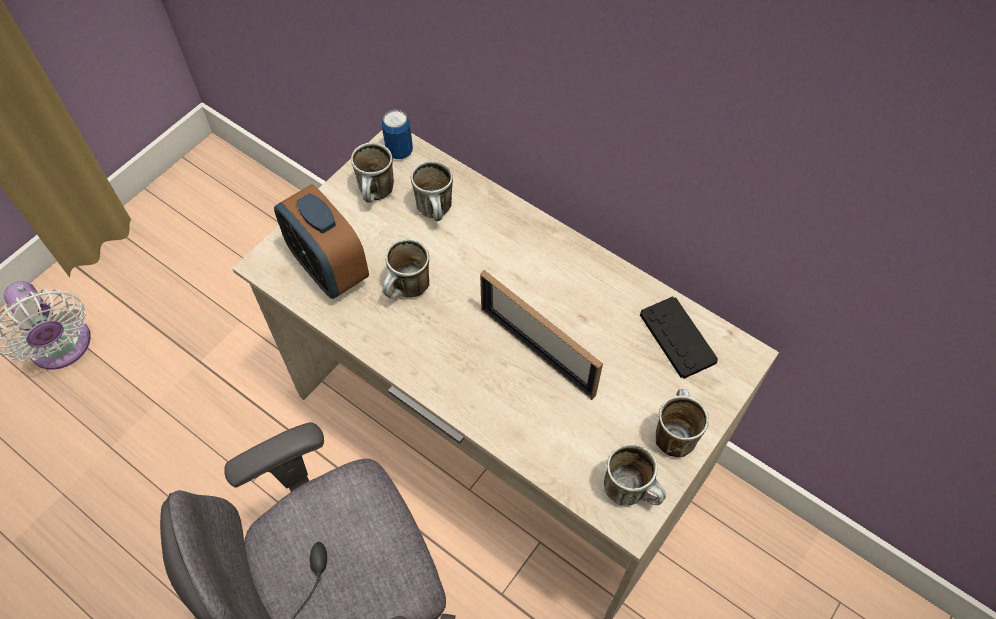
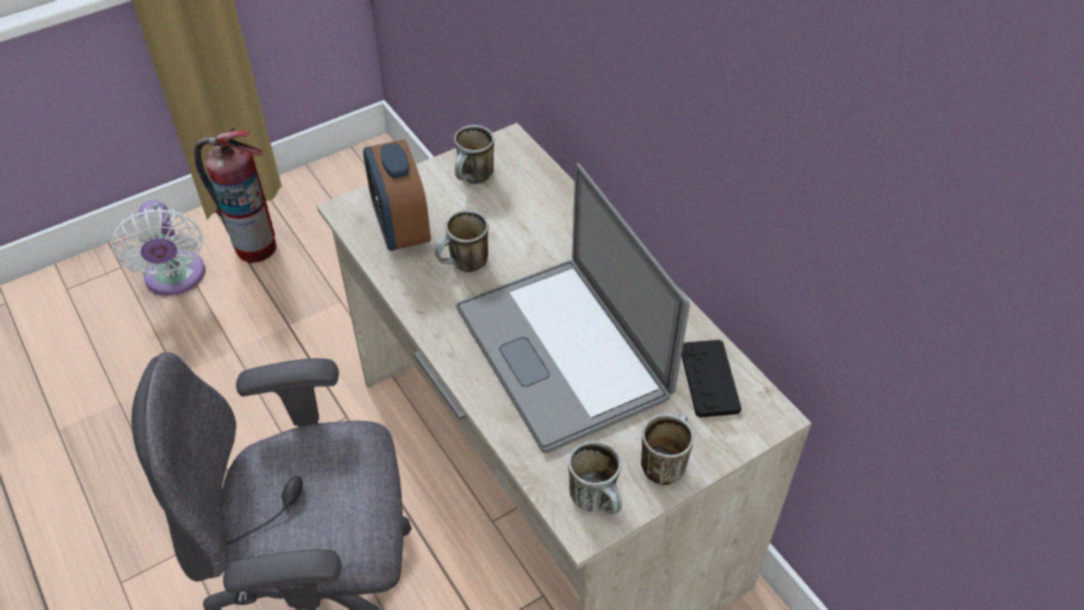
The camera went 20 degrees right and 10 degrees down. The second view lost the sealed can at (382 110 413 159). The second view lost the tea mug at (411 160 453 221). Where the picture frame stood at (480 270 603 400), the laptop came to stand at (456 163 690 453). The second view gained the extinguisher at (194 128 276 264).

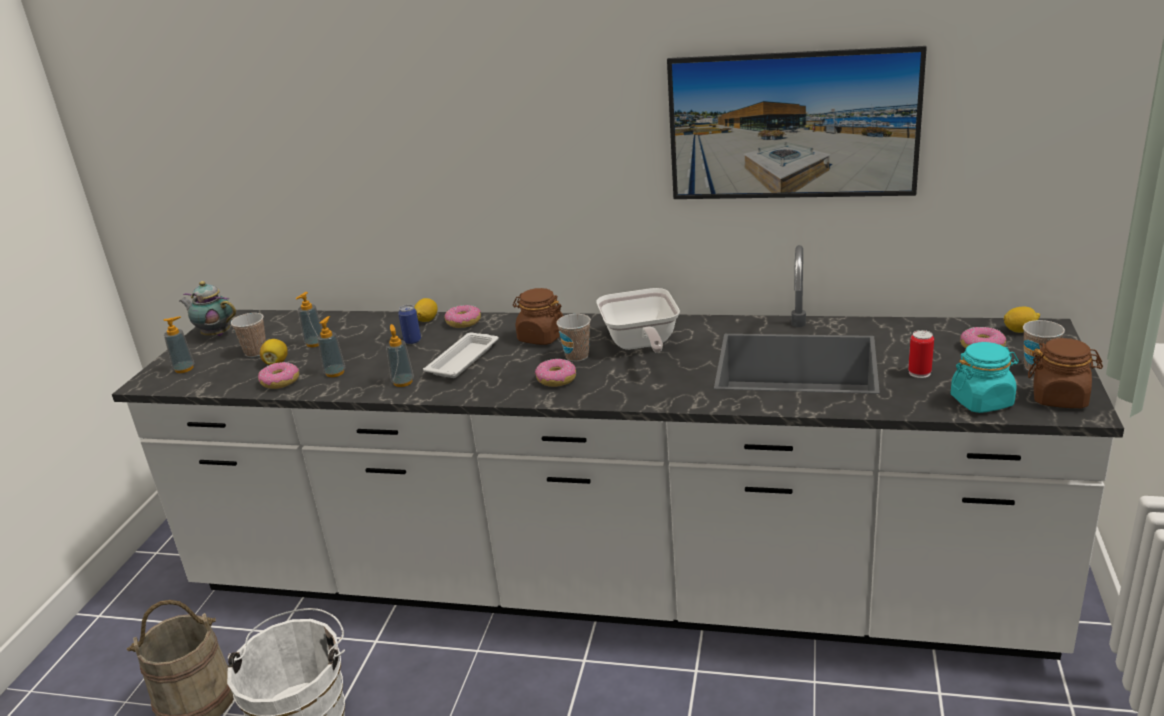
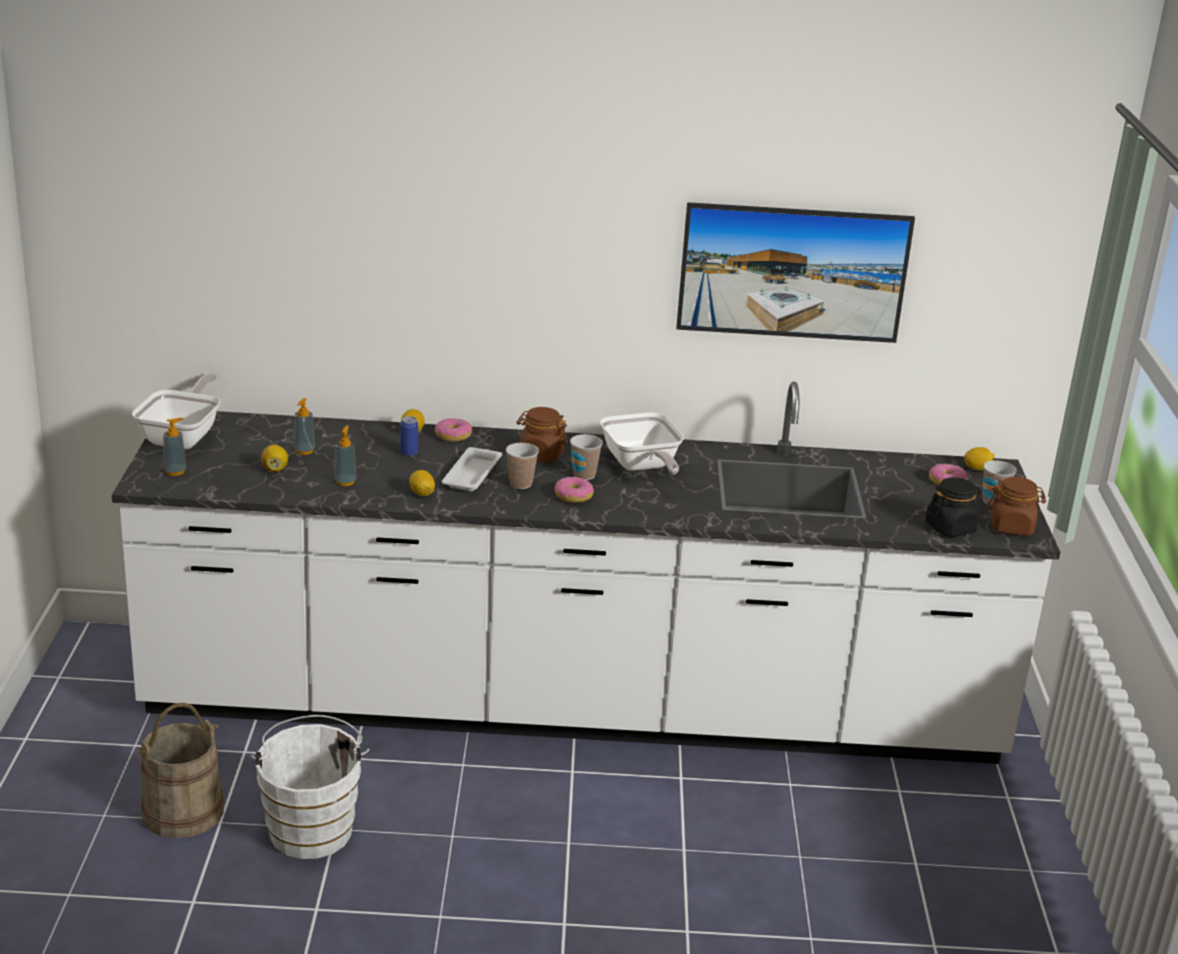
The camera went 15 degrees left and 0 degrees up. Where the pot for tea stood at (179 281 236 336), the frying pan came to stand at (132 373 221 449). The cup ended up elsewhere, having gone from (231 313 266 357) to (506 443 539 489). The second view lost the ring doughnut at (258 362 299 389). Where the soap bottle stood at (386 324 414 387), the citrus fruit came to stand at (409 470 435 496). The second view lost the sealed can at (908 330 934 378). What was the blue-green preserve jar at (951 342 1019 413) turned into the black preserve jar at (926 477 982 537).

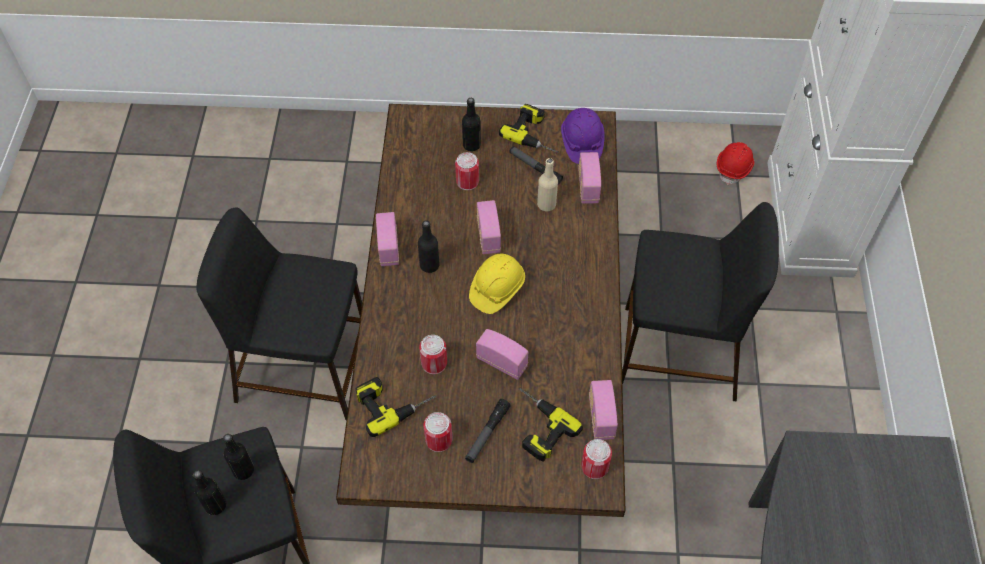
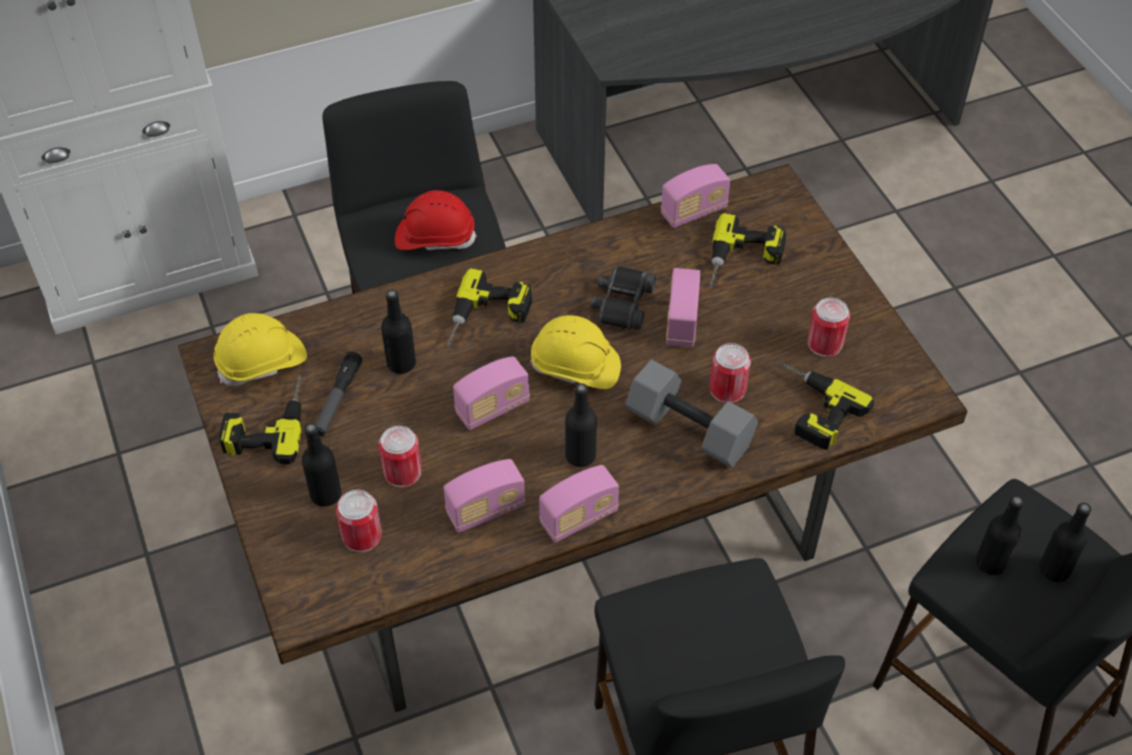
The camera went 115 degrees left and 5 degrees down. The second view lost the flashlight at (465 399 511 463). What was the sand-coloured drink bottle at (537 158 558 211) turned into the black drink bottle at (381 290 416 374). What was the purple work helmet at (561 108 605 164) turned into the yellowish work helmet at (214 313 307 386). The radio set ended up elsewhere, having gone from (578 152 601 204) to (444 459 526 533). The sealed can ended up elsewhere, having gone from (581 439 612 479) to (336 490 382 552). The red work helmet ended up elsewhere, having gone from (717 142 755 185) to (395 190 477 251). The second view gained the power drill at (447 268 532 347). The second view gained the black pair of binoculars at (590 266 656 330). The second view gained the grey free weight at (625 360 758 468).

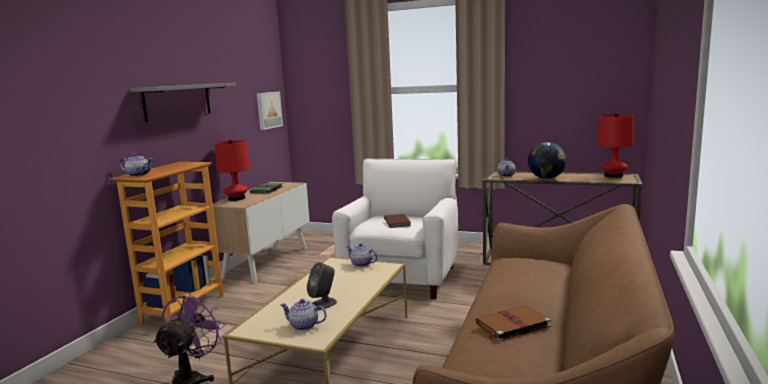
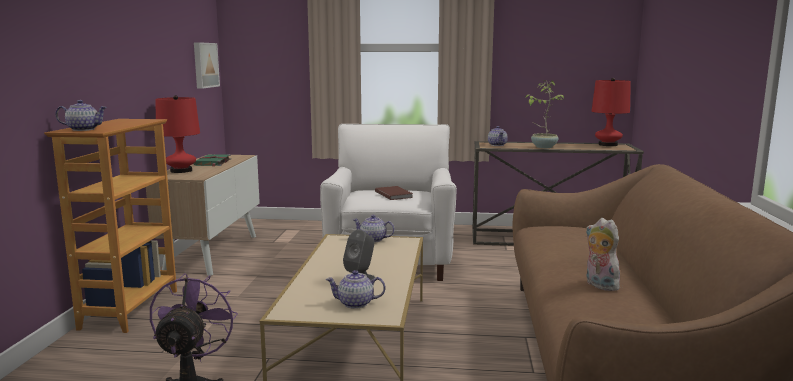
The camera went 15 degrees left and 0 degrees up. The second view lost the grey shelf at (130 83 236 122). Where the brown-coloured volume stood at (476 305 551 341), the cuddly toy came to stand at (586 218 620 291). Where the world globe stood at (528 142 566 179), the plant in a pot came to stand at (525 80 565 148).

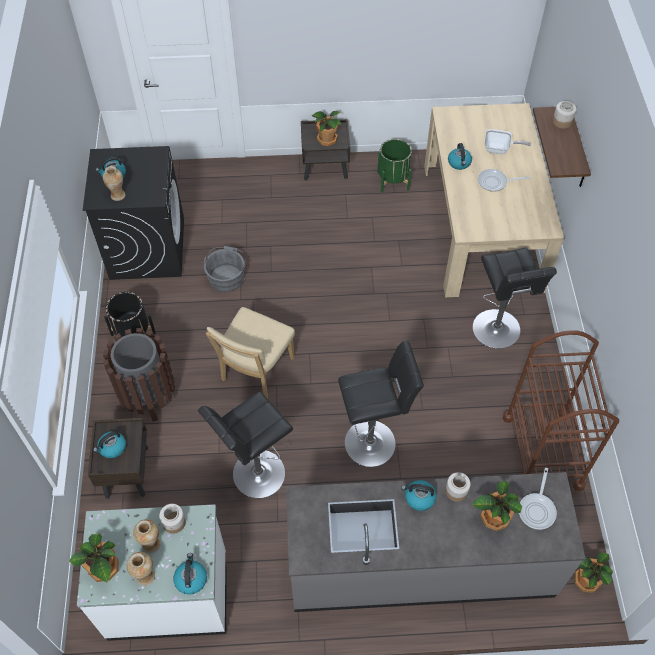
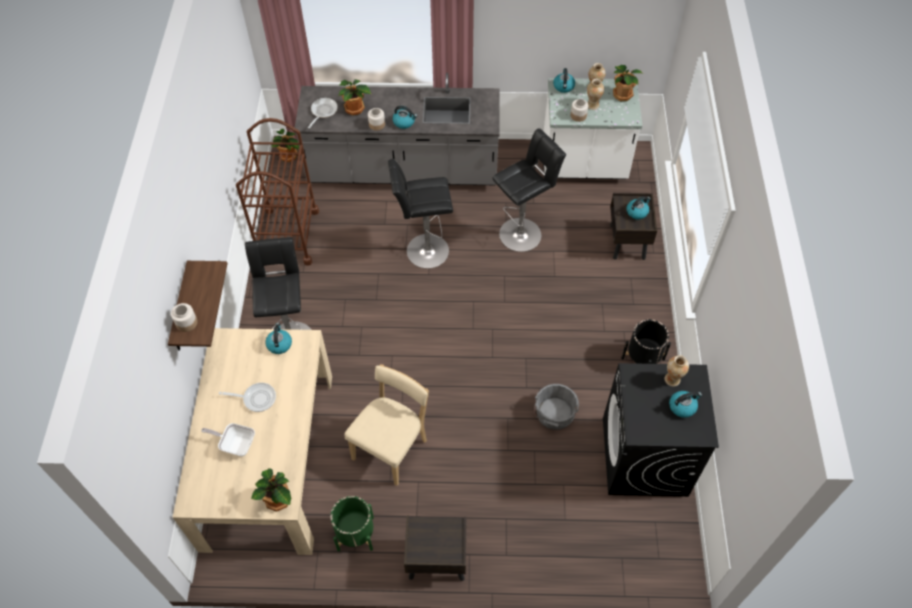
The camera went 175 degrees left and 0 degrees up. The second view lost the brown-coloured trash can at (103 328 175 422). The sand-coloured plain chair ended up elsewhere, having gone from (206 307 295 399) to (345 364 429 486). The plant in a pot ended up elsewhere, having gone from (312 111 342 147) to (251 468 291 512). The tea kettle ended up elsewhere, having gone from (448 143 472 170) to (265 323 292 354).

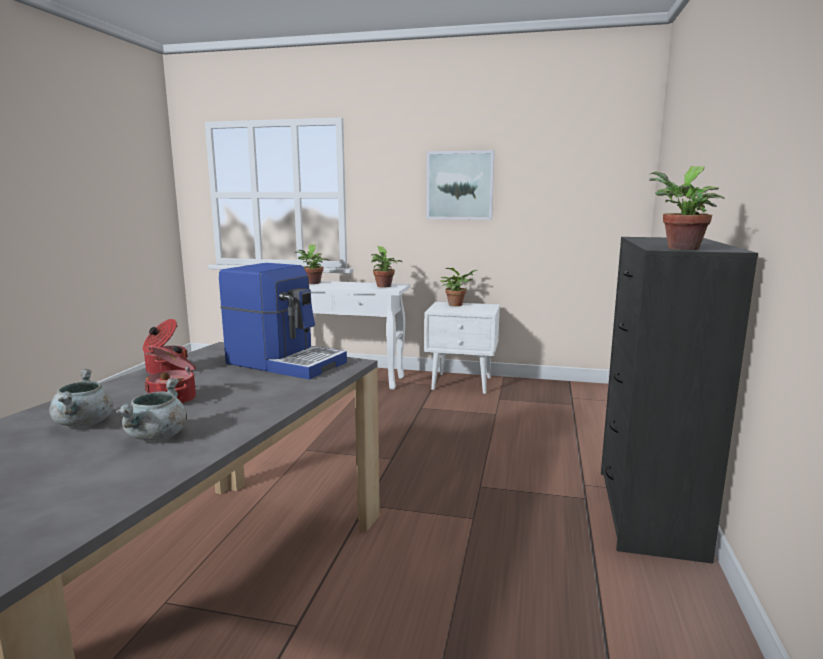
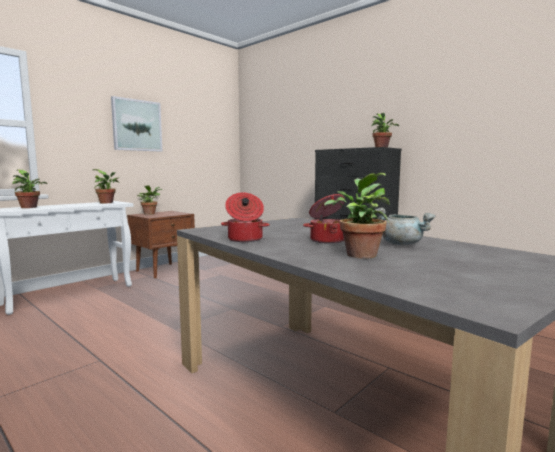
The camera went 60 degrees left and 5 degrees down. Where the grey cooking pot stood at (49 369 113 426), the plant in a pot came to stand at (324 173 390 259). The second view lost the coffee machine at (219 263 347 380). What was the white-coloured nightstand at (424 302 500 394) turned into the brown-coloured nightstand at (127 211 195 278).

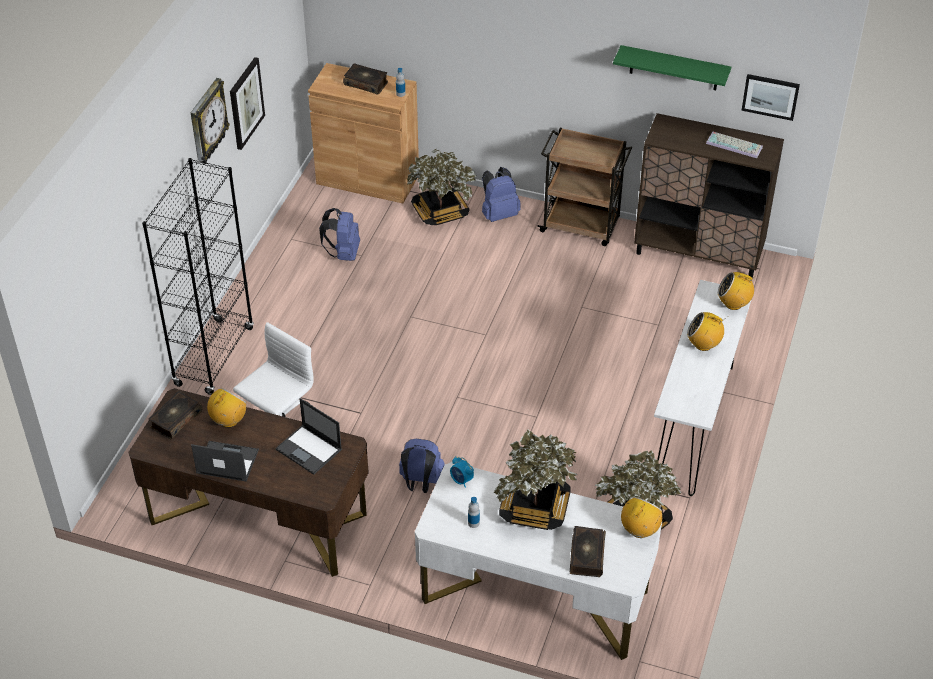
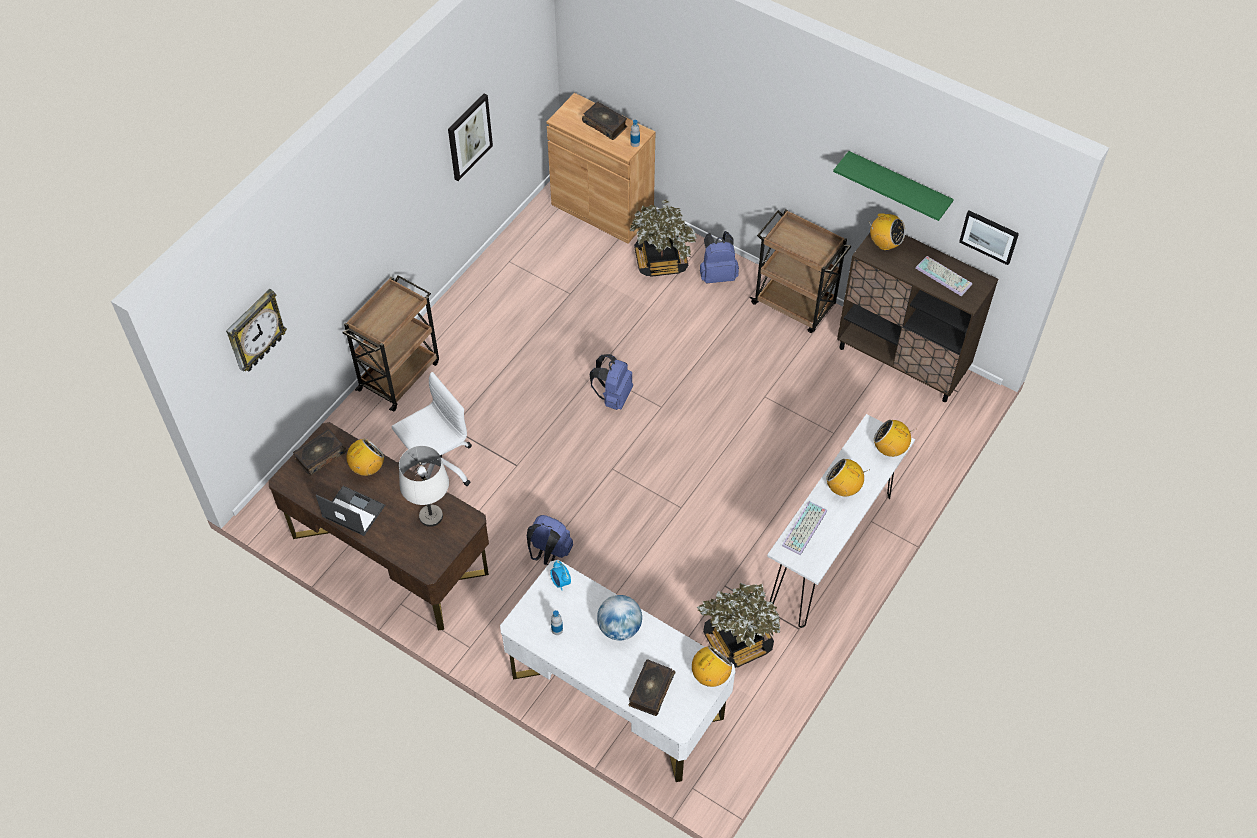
The camera went 15 degrees right and 10 degrees up. Where the black bookcase stood at (142 158 254 395), the brown-coloured wheeled cart came to stand at (343 275 439 411). The clock on the wall ended up elsewhere, having gone from (191 78 230 164) to (226 289 287 372). Where the laptop stood at (276 398 342 475), the white-coloured table lamp came to stand at (399 446 449 527). The bluish backpack ended up elsewhere, having gone from (319 208 360 261) to (590 354 633 410). Where the plant in a pot stood at (494 429 577 530), the world globe came to stand at (597 595 642 640). The second view gained the computer keyboard at (782 501 827 555). The second view gained the radio set at (869 213 905 250).

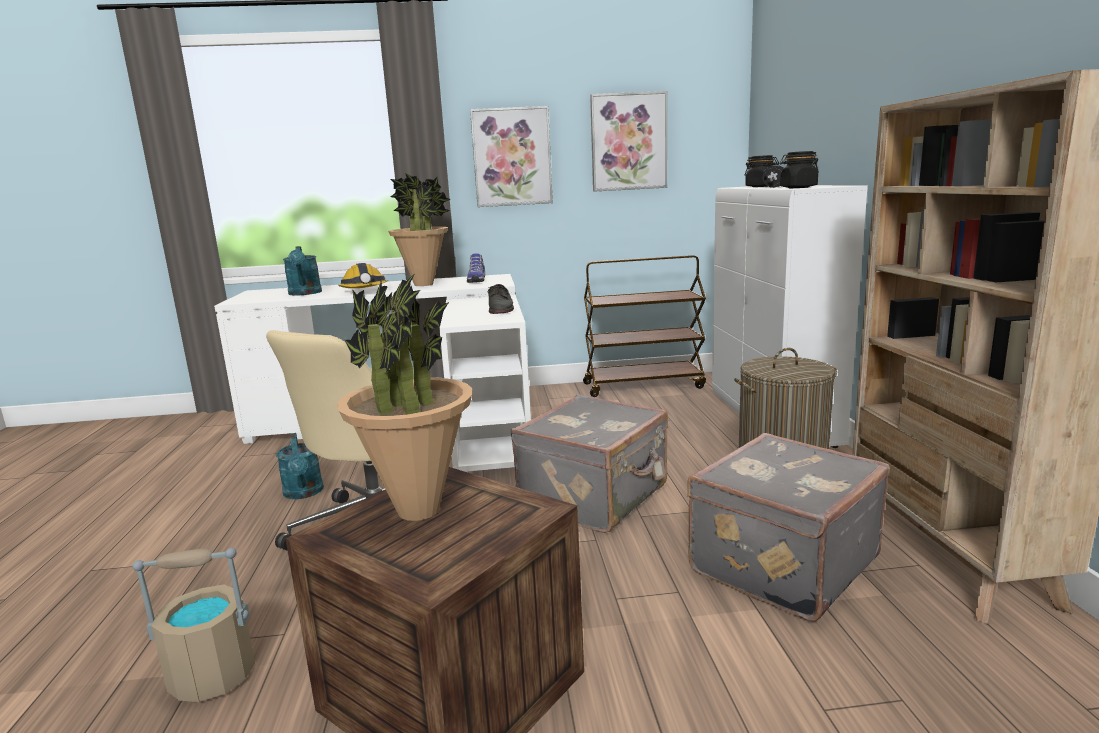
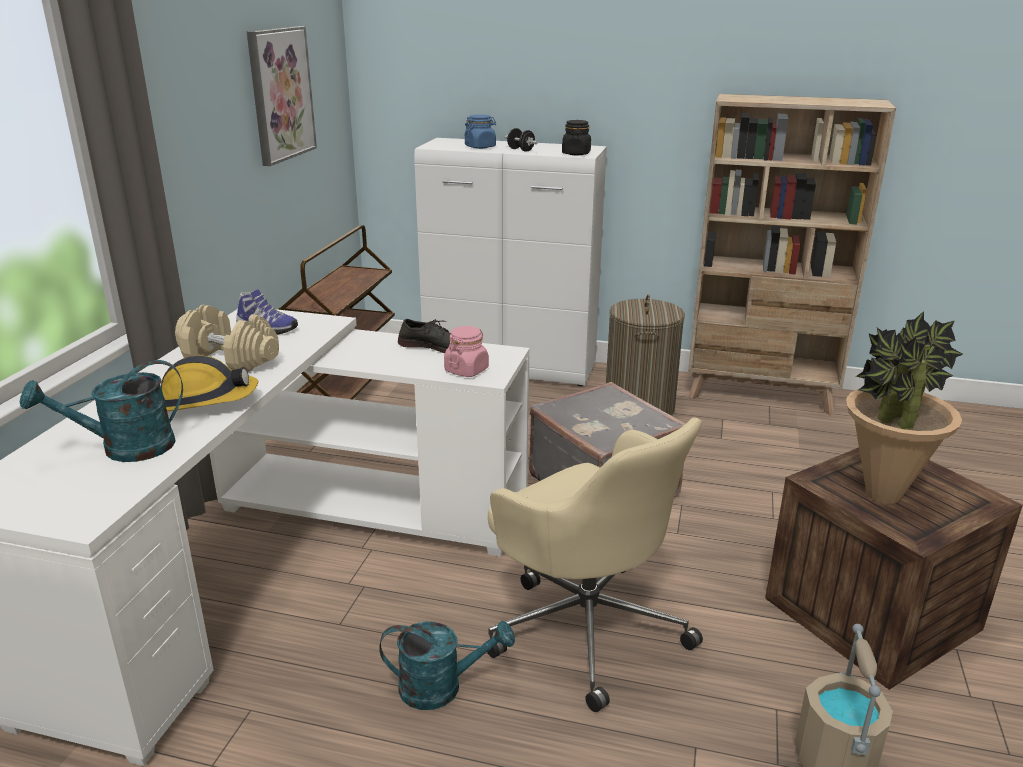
The camera went 70 degrees left and 10 degrees up. The blue-green watering can at (283 246 322 296) ended up facing another way, 150 degrees clockwise from before. Where the plant in a pot stood at (388 173 451 286), the sand-coloured free weight came to stand at (175 305 279 372). The second view lost the wall art at (470 106 553 207). The second view lost the grey suitcase at (687 433 890 622). What was the black preserve jar at (745 155 779 187) turned into the bluish preserve jar at (464 114 496 149). The second view gained the pinkish preserve jar at (444 326 489 377).

